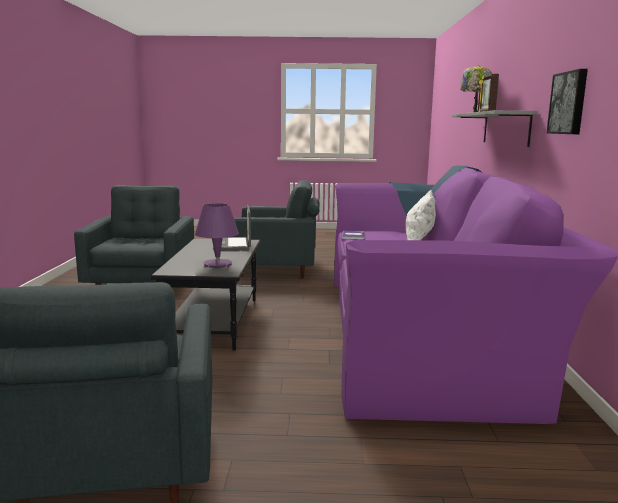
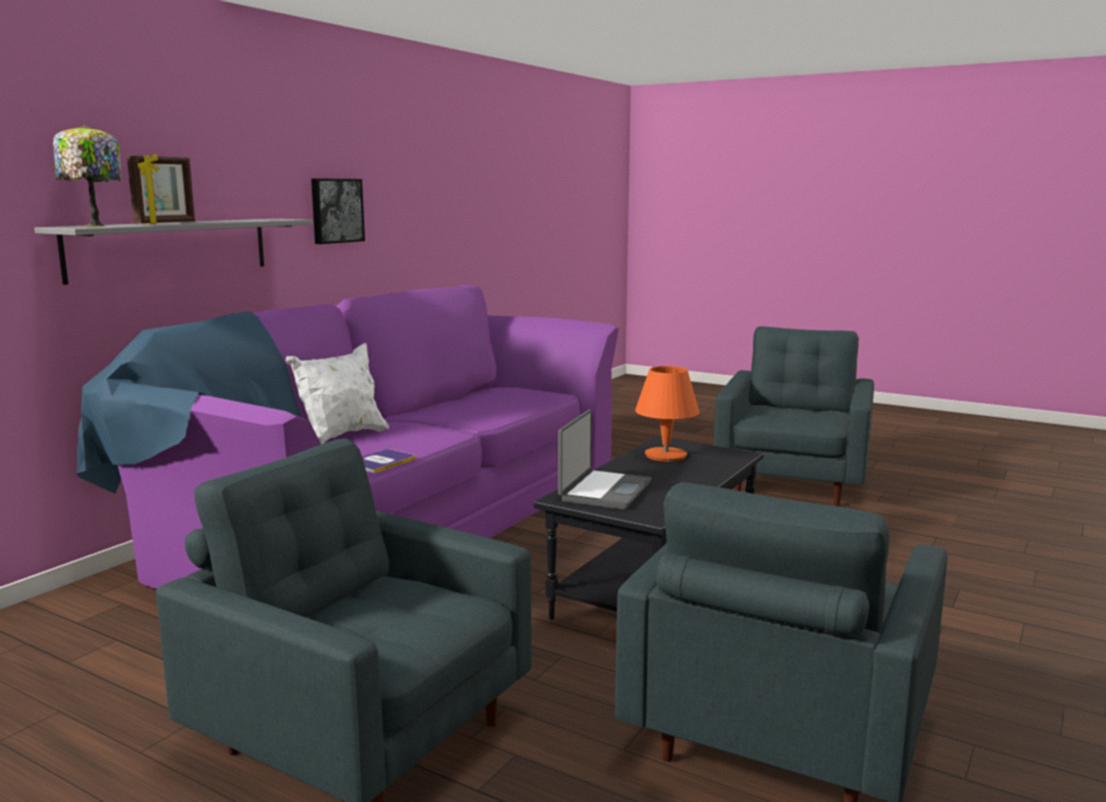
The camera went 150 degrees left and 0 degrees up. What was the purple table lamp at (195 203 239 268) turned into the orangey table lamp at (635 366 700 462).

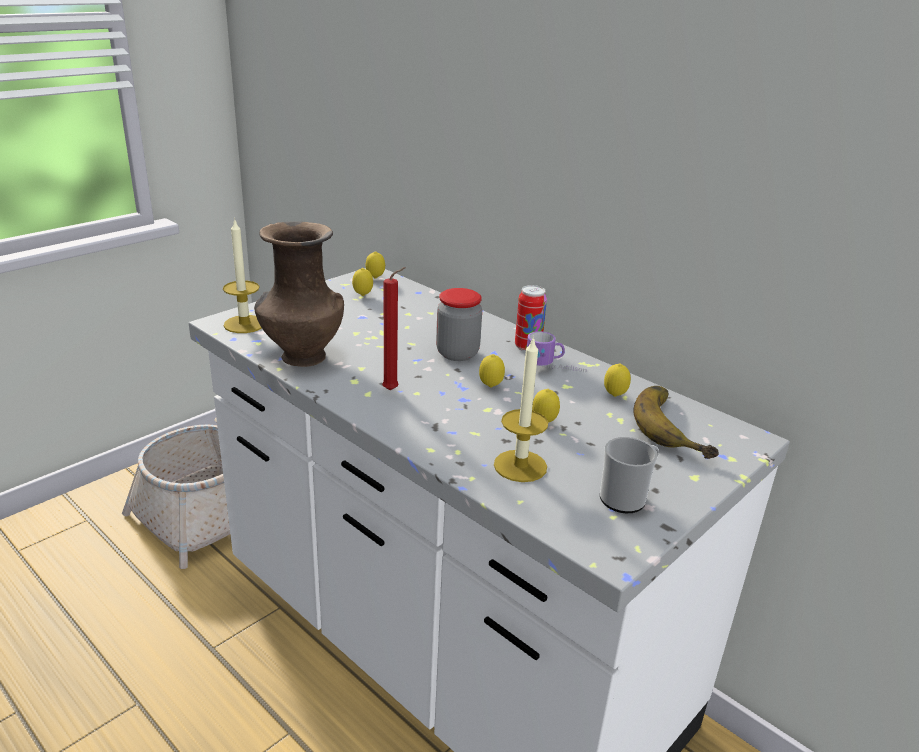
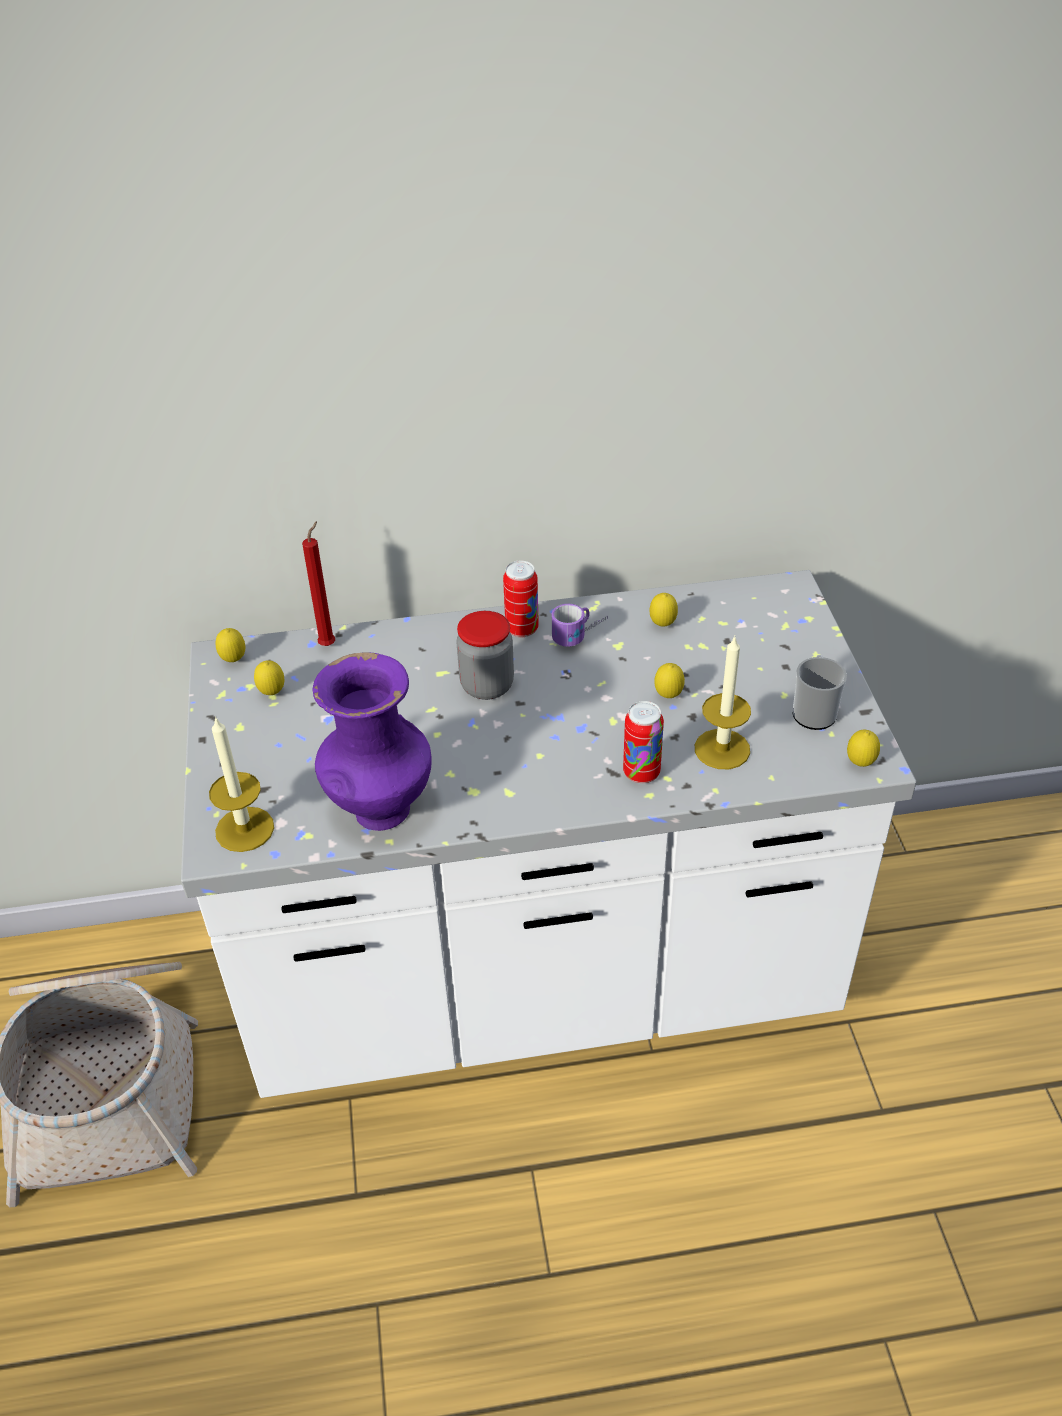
The camera went 50 degrees left and 15 degrees up. What was the brown-coloured decorative vase at (254 221 344 367) turned into the purple decorative vase at (312 652 432 831). The red candle ended up elsewhere, having gone from (382 267 406 391) to (302 521 335 646). The citrus fruit ended up elsewhere, having gone from (479 354 505 387) to (847 730 880 767). The second view lost the banana at (634 386 719 459). The second view gained the sealed can at (623 701 664 783).

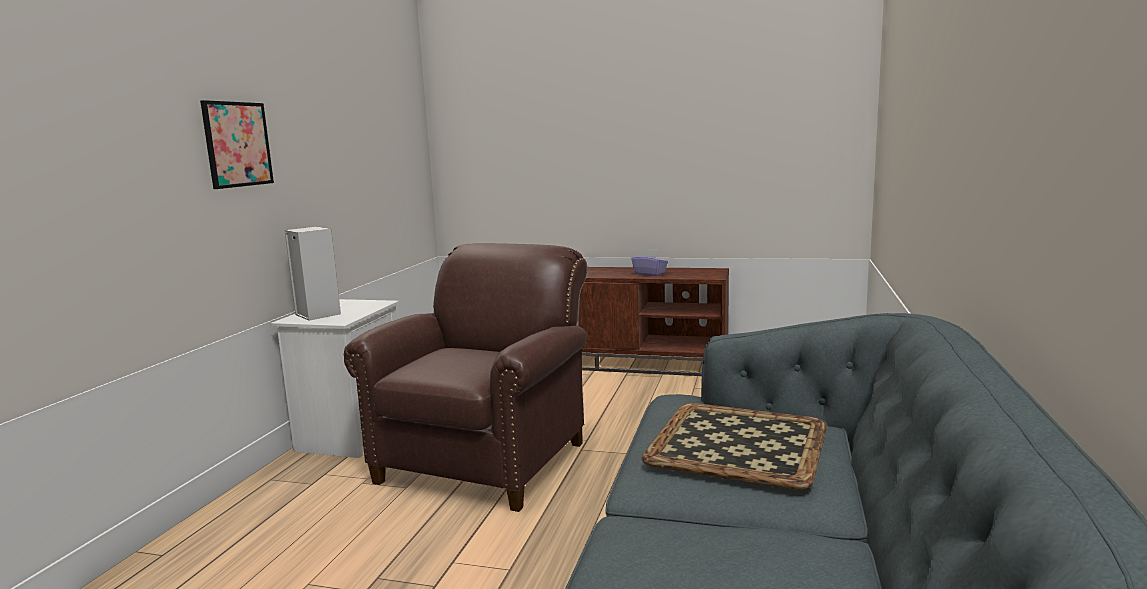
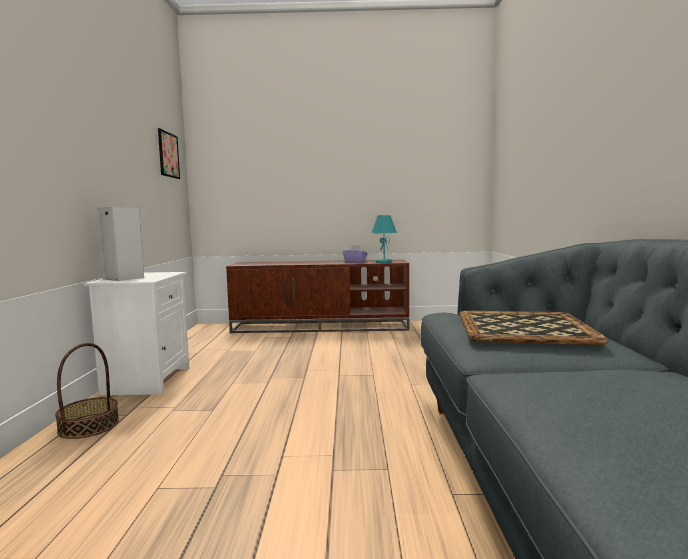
The camera went 15 degrees left and 5 degrees down. The wall art ended up elsewhere, having gone from (200 100 274 189) to (158 128 180 179). The second view lost the brown-coloured easy chair at (344 243 588 512). The second view gained the basket at (55 343 119 439). The second view gained the blue-green table lamp at (371 215 397 263).

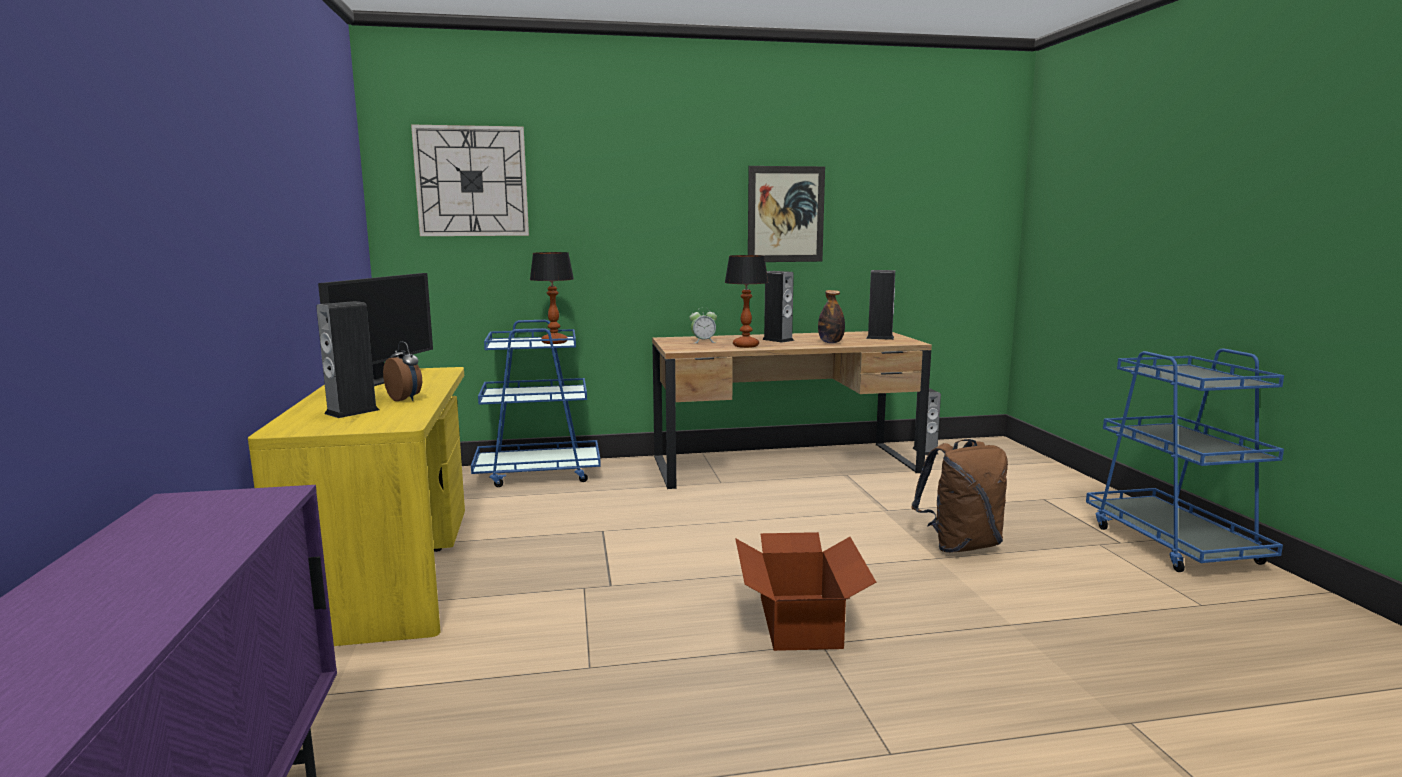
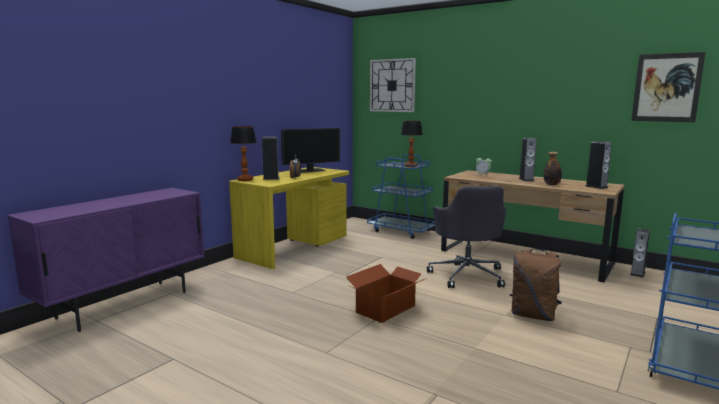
The camera went 45 degrees right and 0 degrees up. The table lamp ended up elsewhere, having gone from (725 255 769 348) to (230 126 257 181). The wall art ended up elsewhere, having gone from (748 166 825 262) to (631 52 706 122). The second view gained the grey computer chair at (427 186 506 288).

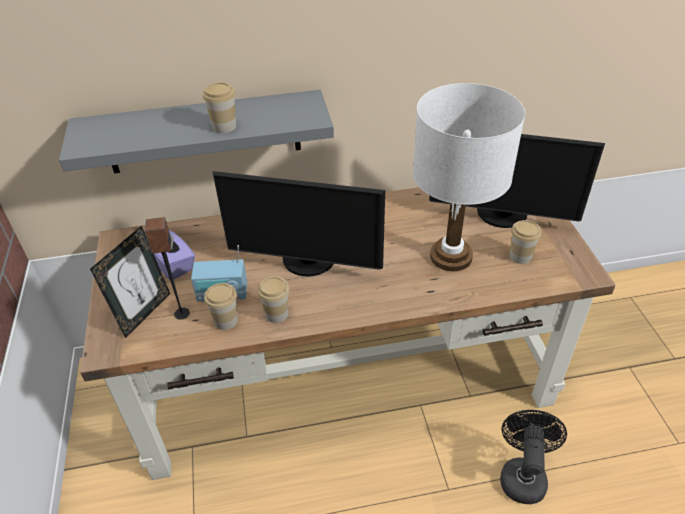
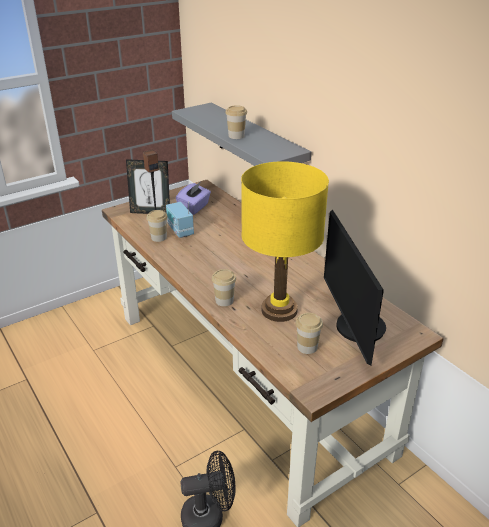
The camera went 65 degrees right and 10 degrees down. The second view lost the computer display at (212 171 385 277). The cup ended up elsewhere, having gone from (257 276 290 323) to (212 269 236 307). What was the white-coloured table lamp at (413 83 525 271) turned into the yellowish table lamp at (241 161 329 322).

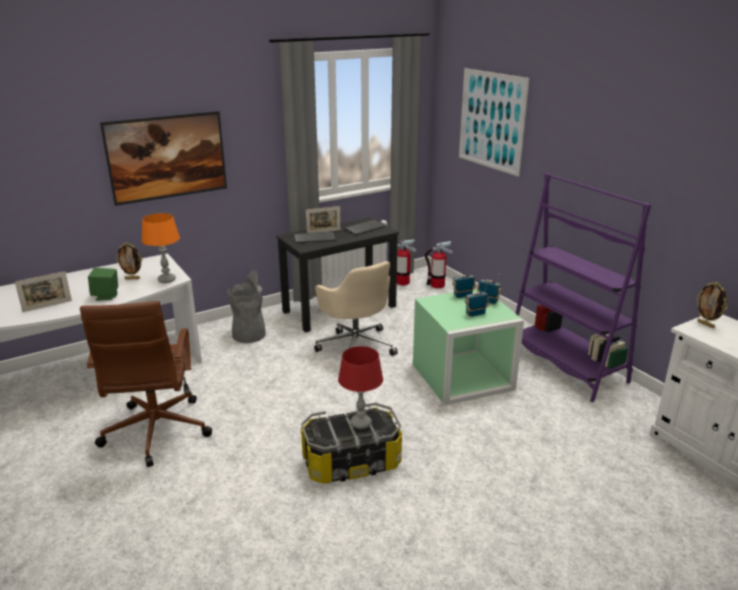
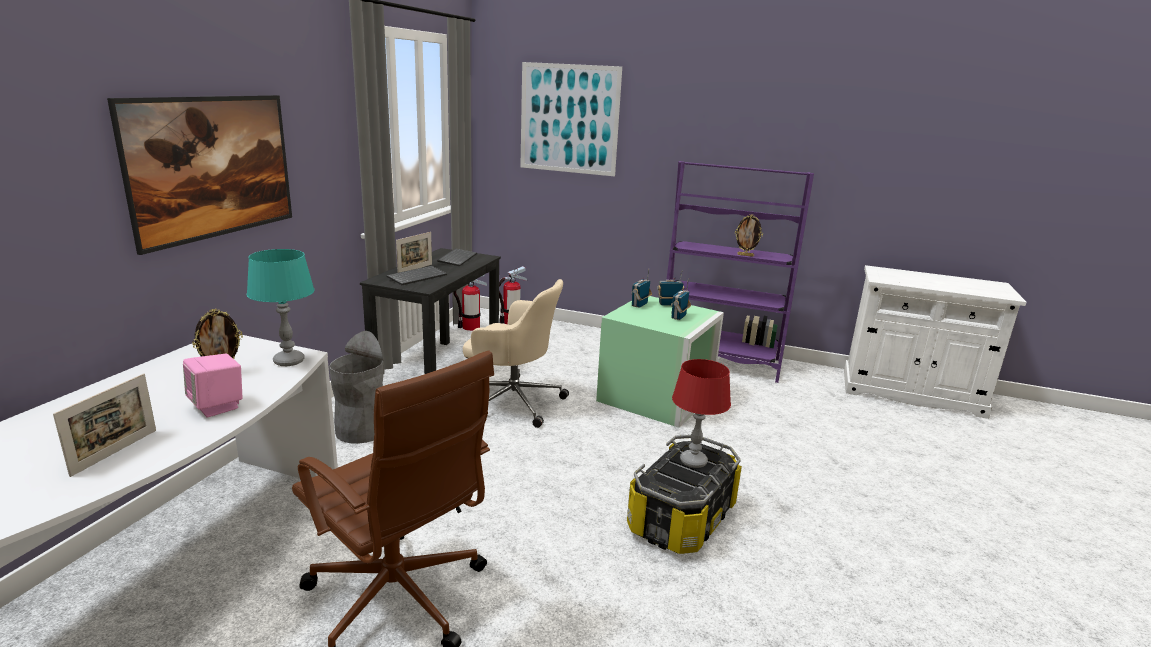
The camera went 40 degrees left and 5 degrees down. What was the green-coloured loudspeaker at (88 268 118 301) turned into the pinkish loudspeaker at (183 354 243 418). What was the orangey table lamp at (142 213 180 283) turned into the blue-green table lamp at (247 249 315 366). The picture frame ended up elsewhere, having gone from (696 282 727 328) to (735 214 763 257).

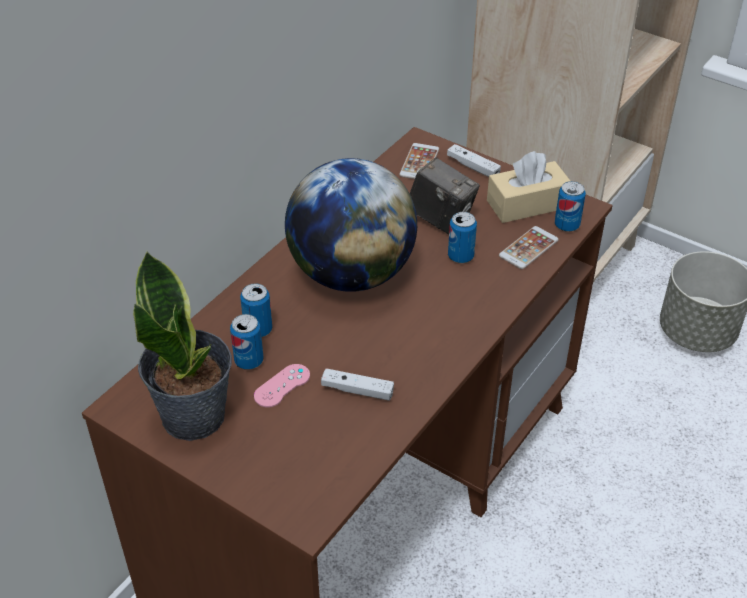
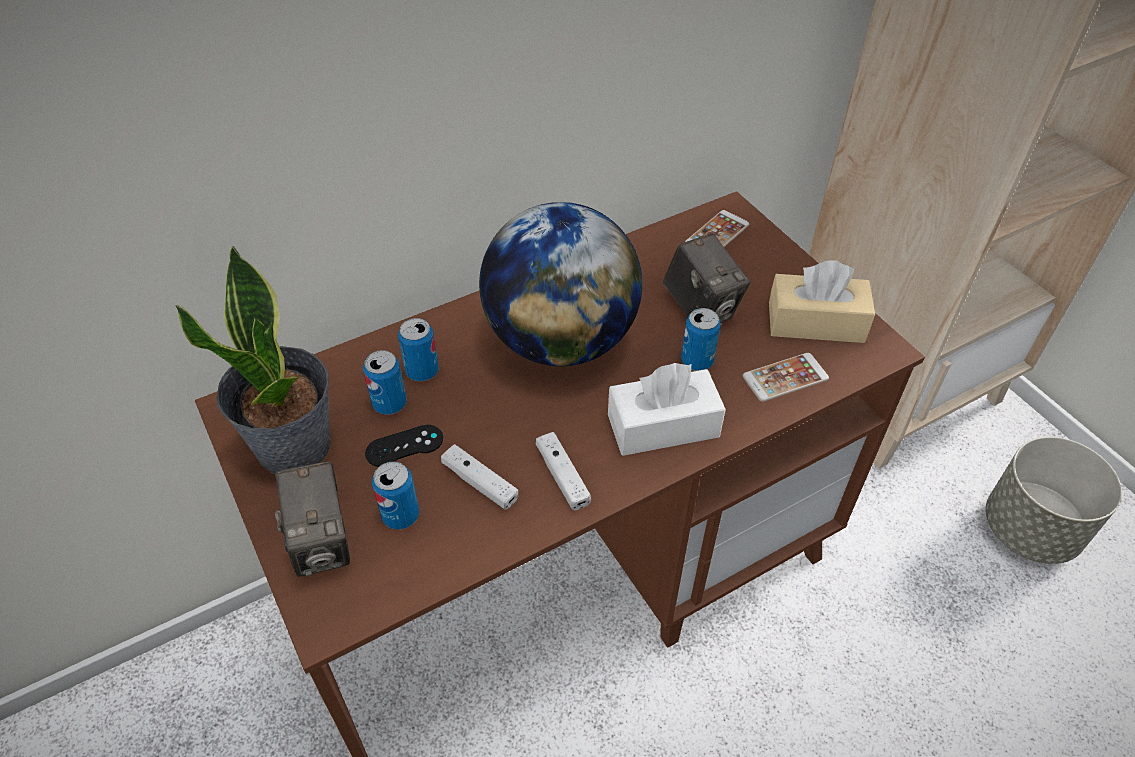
The camera went 25 degrees right and 5 degrees up. What was the pinkish game controller at (254 364 310 407) turned into the black game controller at (365 425 443 467). The white-coloured game controller ended up elsewhere, having gone from (447 144 501 177) to (536 432 591 510). The sealed can ended up elsewhere, having gone from (555 181 586 232) to (372 462 419 530). The second view gained the still camera at (275 461 350 577). The second view gained the white-coloured tissue holder at (608 363 726 456).

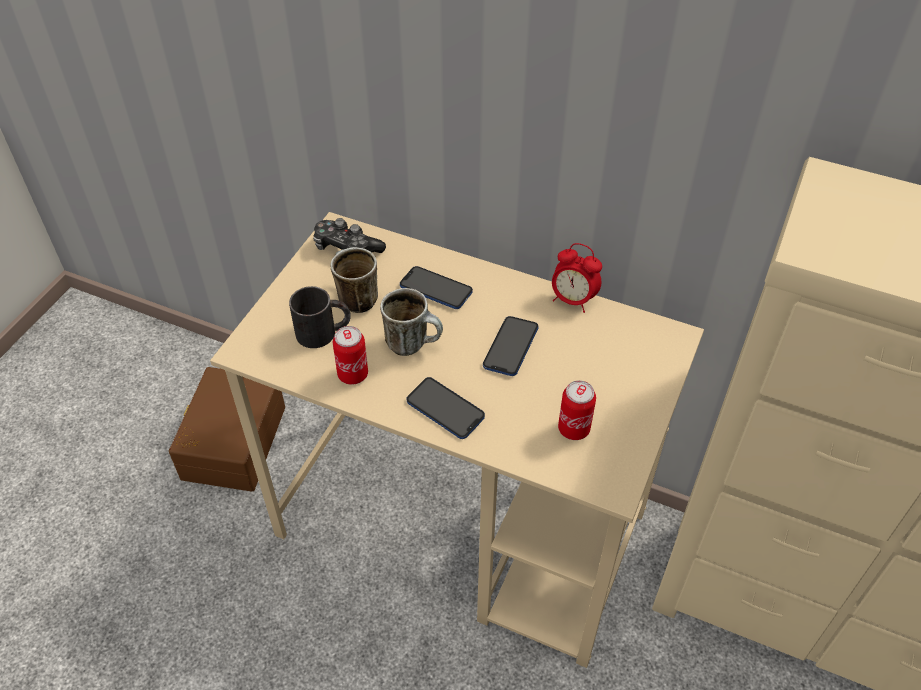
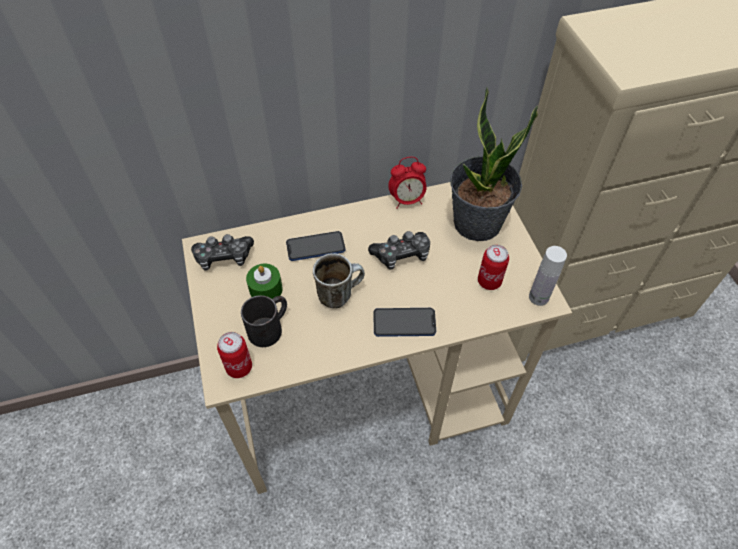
The camera went 40 degrees left and 5 degrees up. The second view lost the brown-coloured storage bin at (169 367 285 492). Where the tea mug stood at (330 247 378 313), the green-coloured candle came to stand at (246 264 283 299). The sealed can ended up elsewhere, having gone from (333 326 368 385) to (217 332 252 378). Where the handset stood at (483 316 538 376), the game controller came to stand at (368 231 430 270). The second view gained the plant in a pot at (450 88 538 241). The second view gained the white-coloured drink bottle at (529 246 567 306).

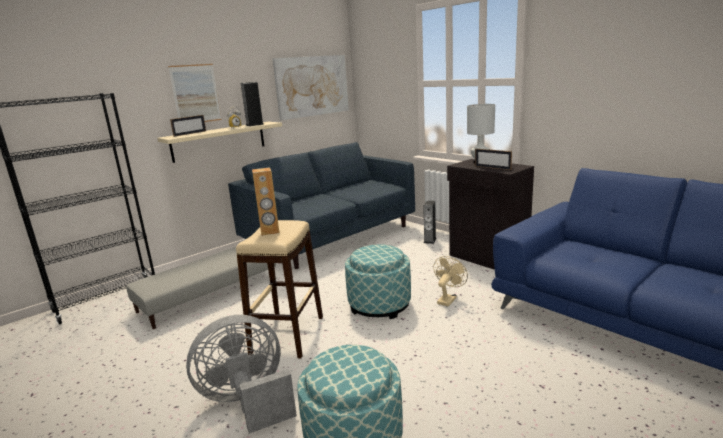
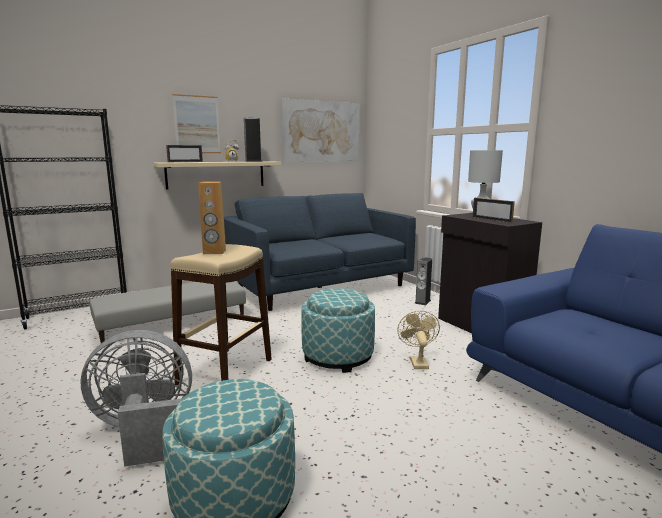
The camera went 10 degrees right and 5 degrees down. The sand-coloured cooling fan at (433 256 468 307) ended up facing another way, 45 degrees counterclockwise from before.

